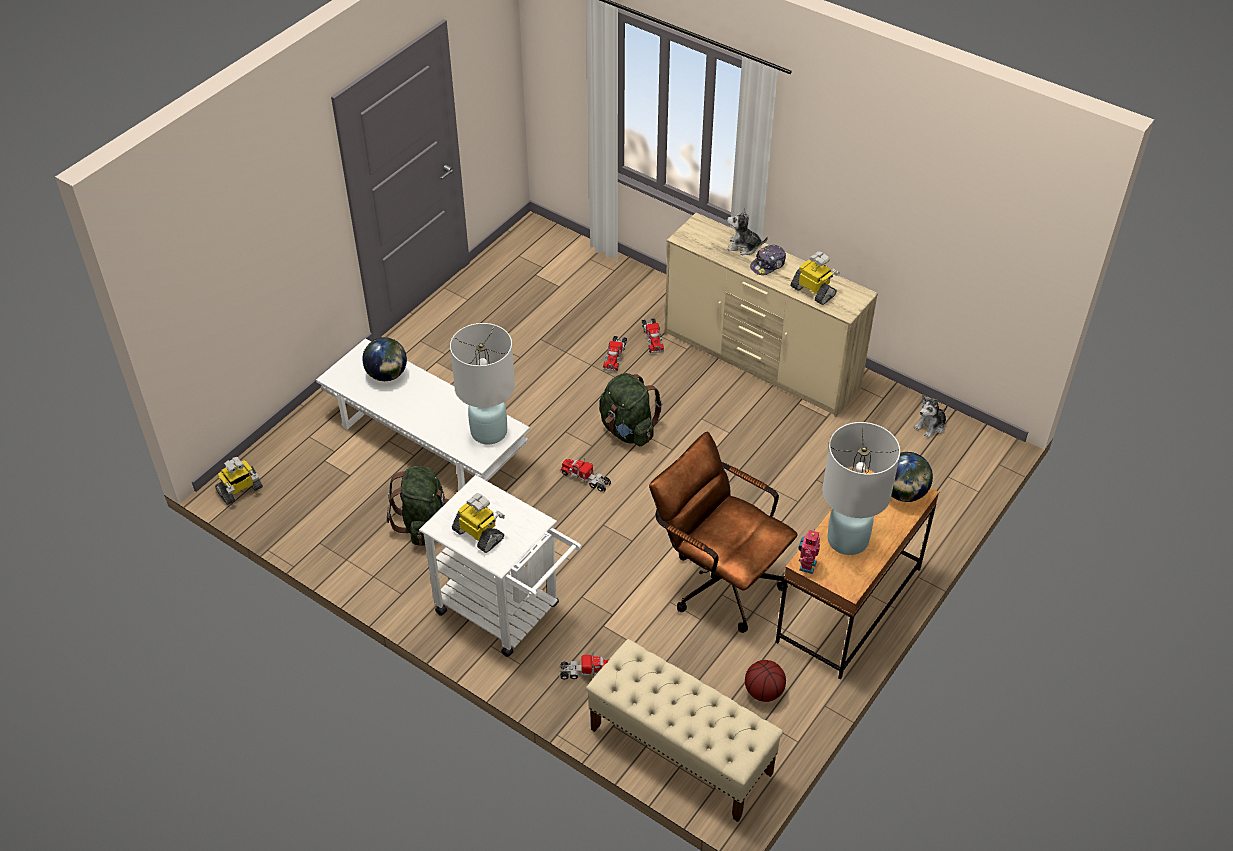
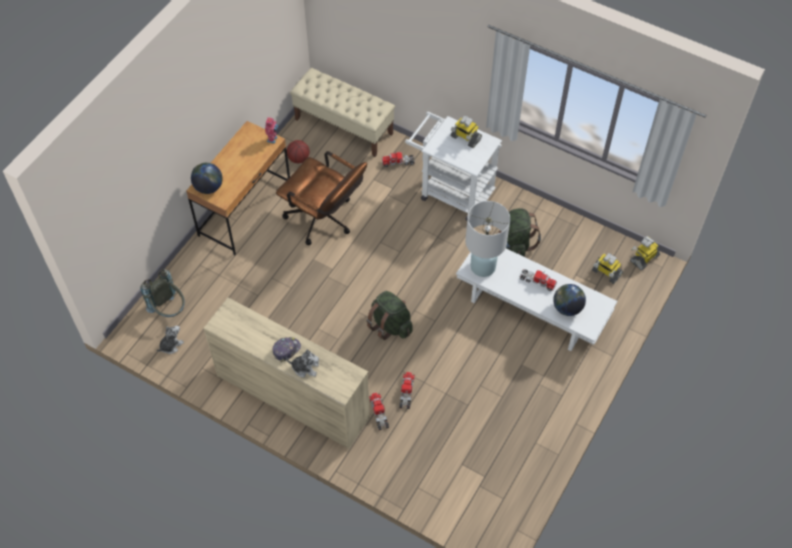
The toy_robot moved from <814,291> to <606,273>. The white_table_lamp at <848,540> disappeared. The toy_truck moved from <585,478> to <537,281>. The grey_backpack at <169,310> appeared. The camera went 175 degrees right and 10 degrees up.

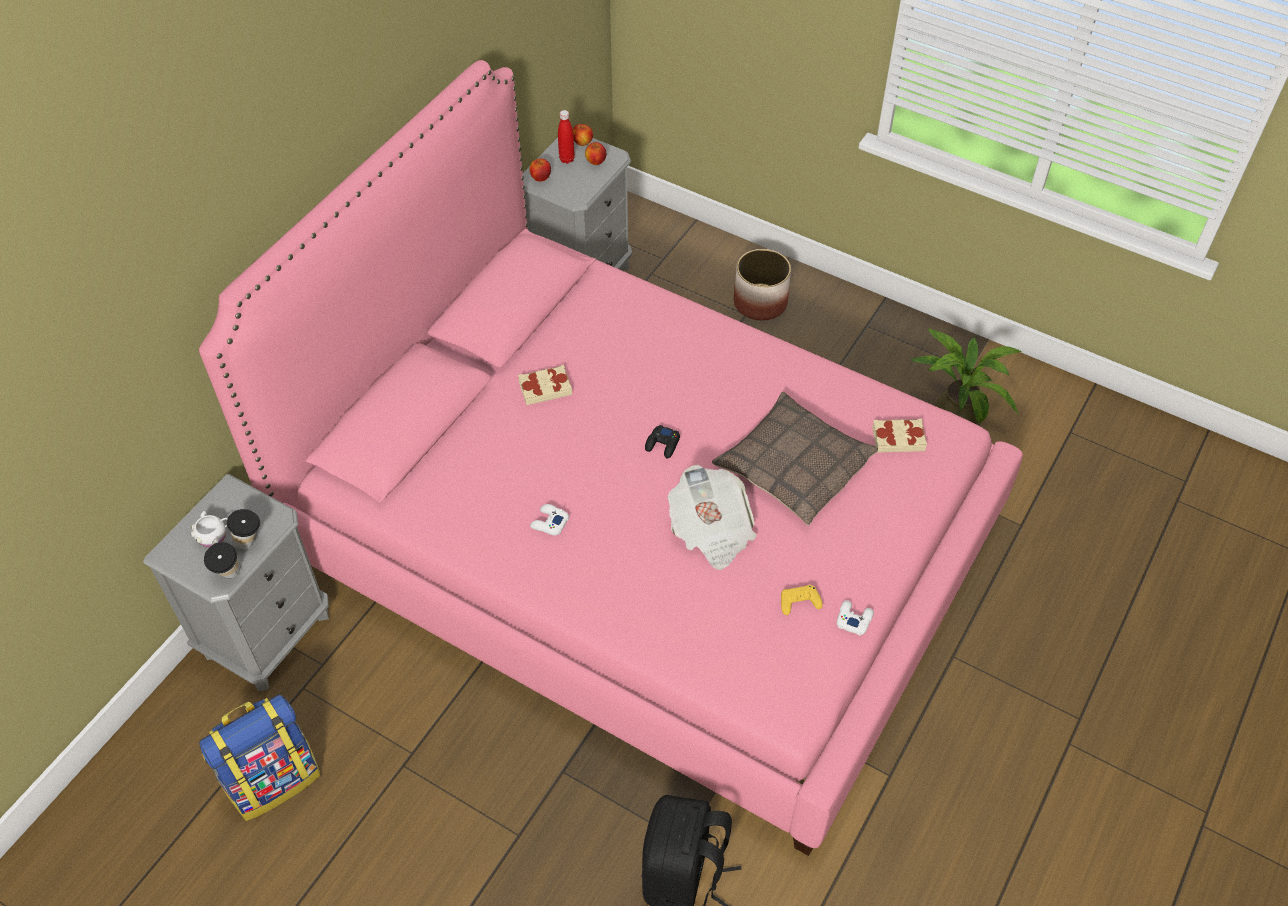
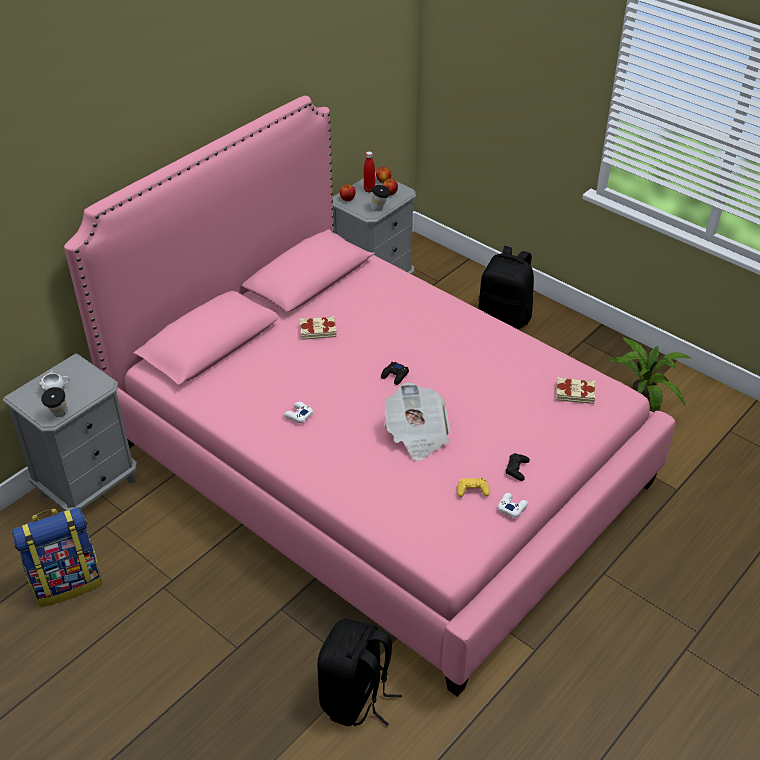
The planter at <761,302> was replaced by the black_backpack at <505,317>. The pillow at <793,467> disappeared. The cup moved from <250,542> to <380,209>. The black_game_controller at <516,469> appeared. The camera went 10 degrees right and 10 degrees down.

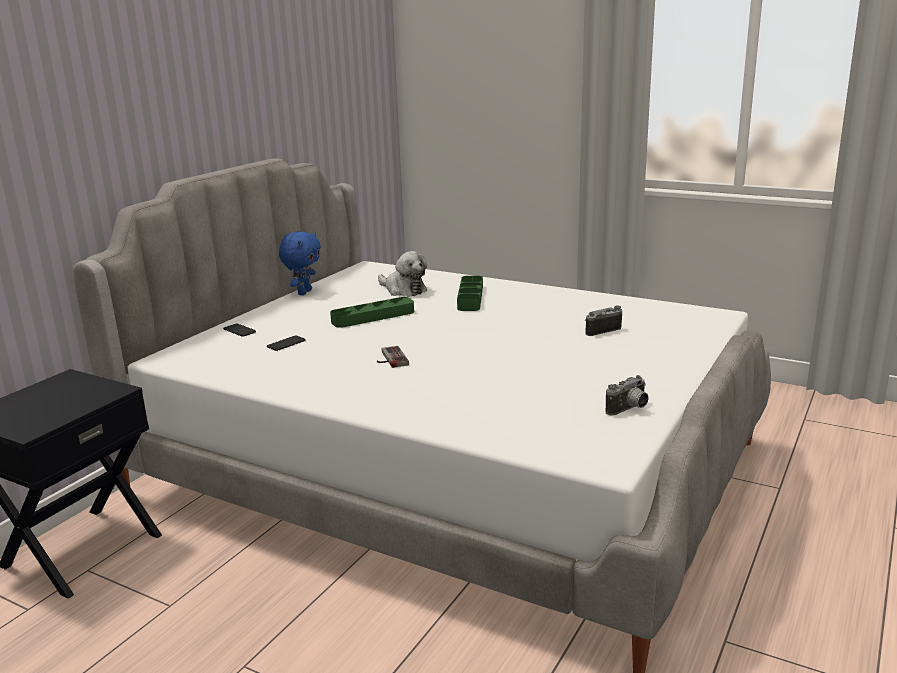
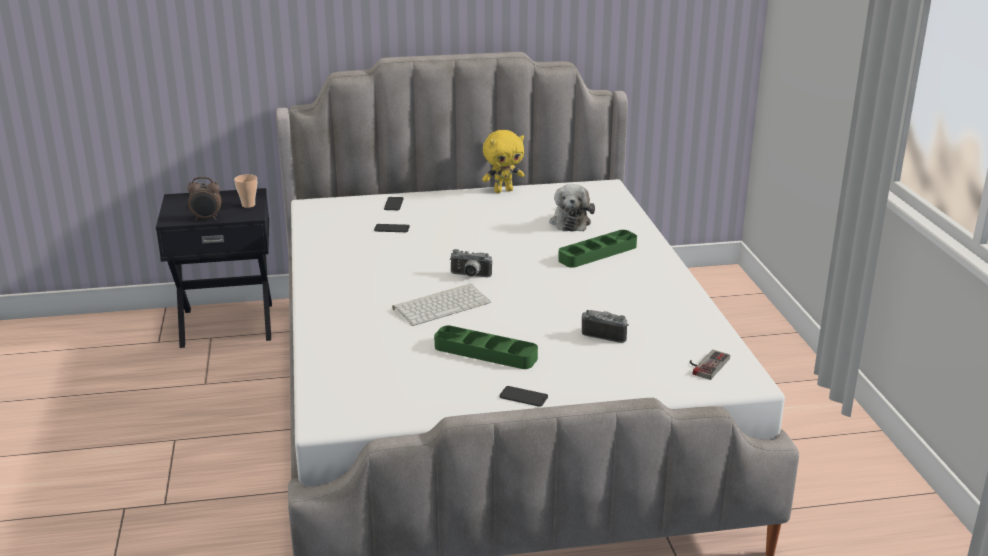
The blue_plush_toy at <304,292> became the yellow_plush_toy at <503,190>. The green_tray moved from <373,317> to <485,353>. The game_controller moved from <389,359> to <705,364>. The photo_camera moved from <629,409> to <470,276>. The cup at <248,205> appeared. The alarm_clock at <206,218> appeared. The keyboard at <442,305> appeared. The phone at <523,397> appeared. The camera went 50 degrees right and 5 degrees up.

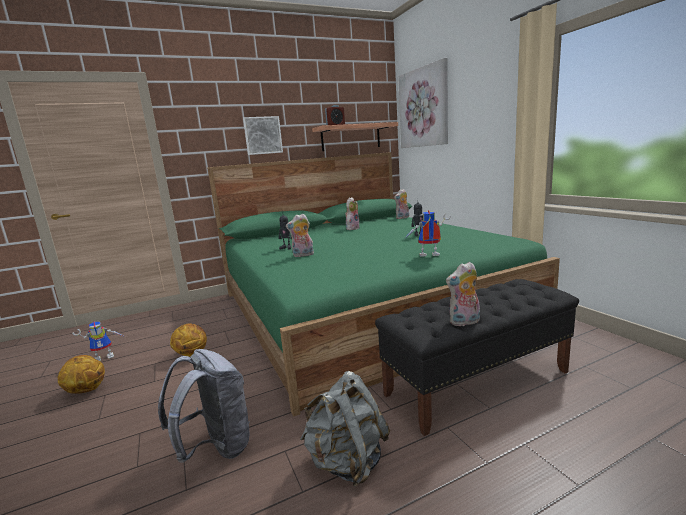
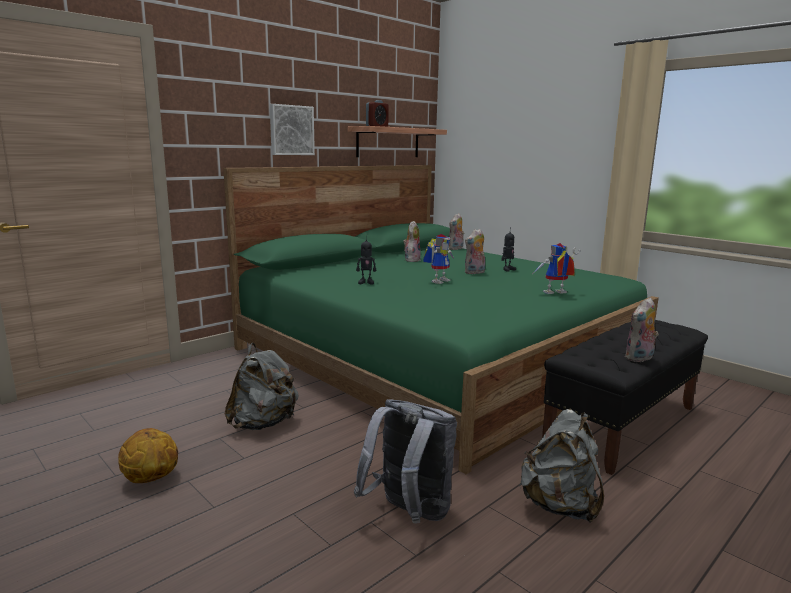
The picture at <423,107> disappeared. The plush_toy moved from <303,255> to <474,272>. The toy_robot moved from <105,356> to <439,281>. The basketball at <192,354> was replaced by the grey_backpack at <263,423>. The camera went 20 degrees left and 0 degrees up.

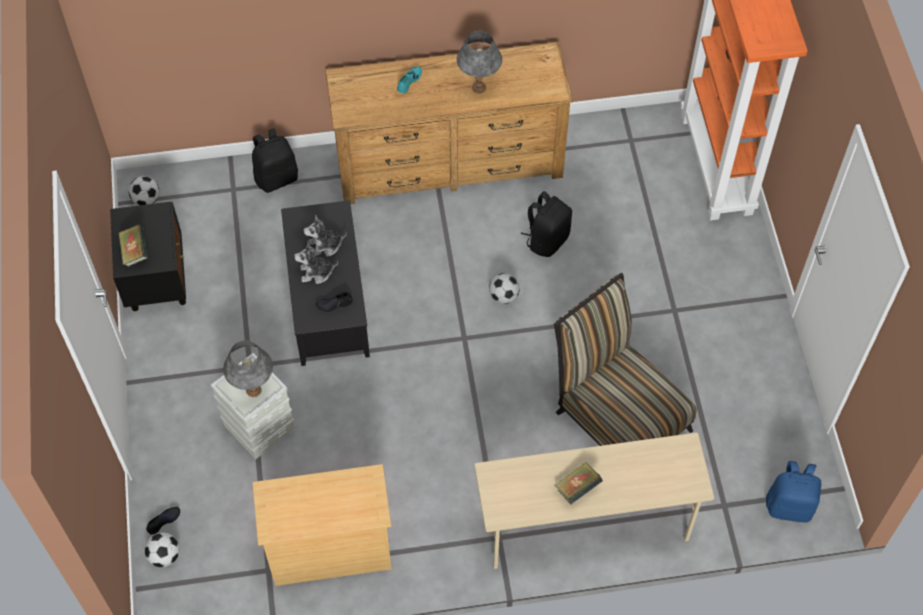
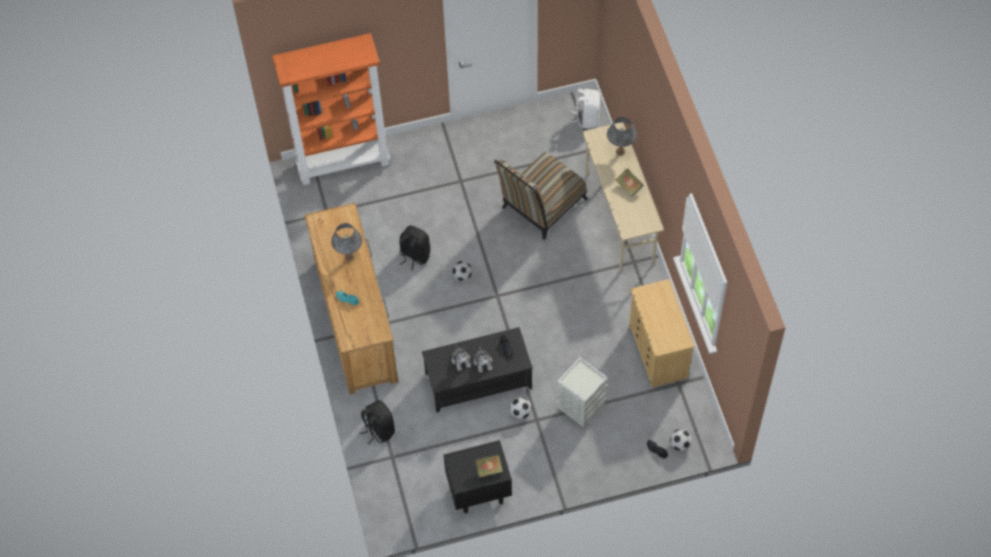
The football moved from <146,199> to <520,412>. The grey_table_lamp moved from <254,390> to <620,151>. The blue_backpack at <790,505> became the white_backpack at <587,118>. The camera went 95 degrees left and 0 degrees up.

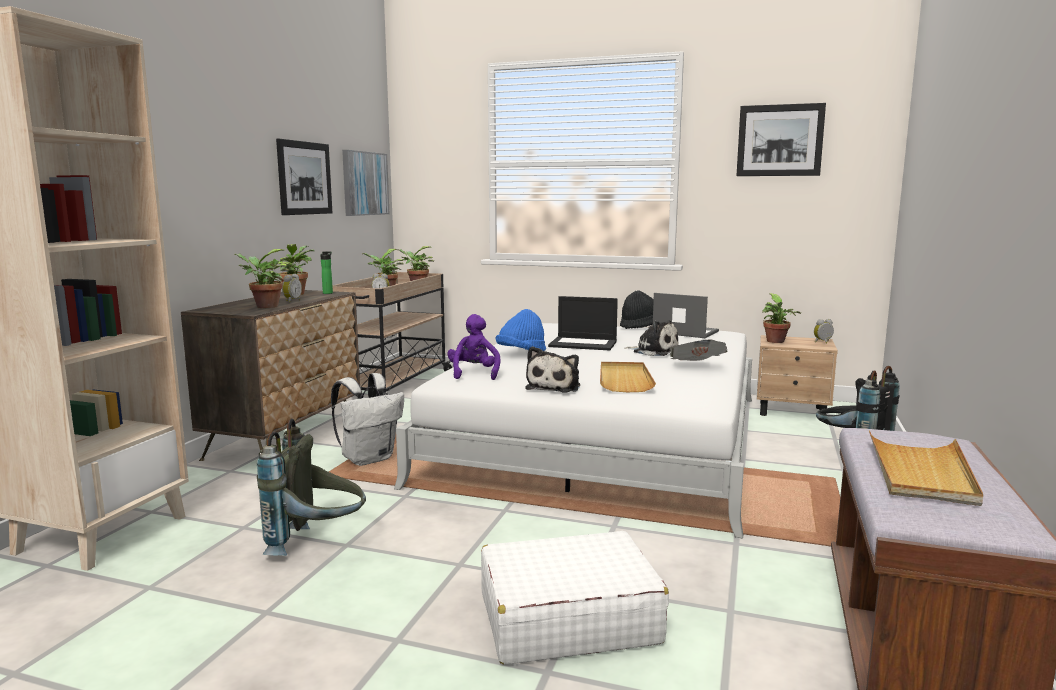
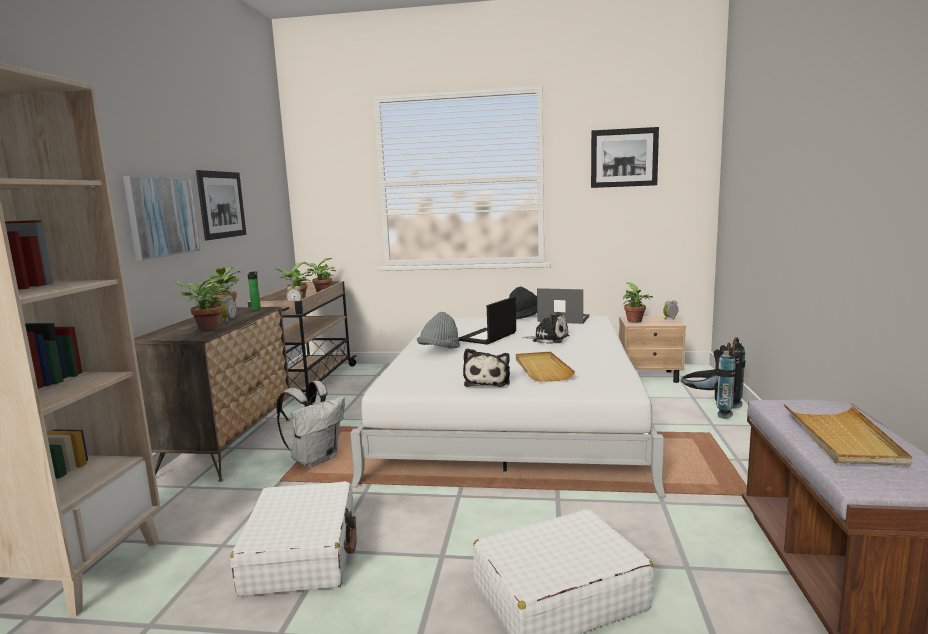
The picture moved from <365,183> to <162,216>. The laptop at <584,344> turned 120 degrees clockwise. The blue_hat at <521,353> became the grey_hat at <439,350>. The purple_plush_toy at <474,374> disappeared. The newspaper at <697,367> disappeared. The grey_backpack at <318,544> was replaced by the white_suitcase at <302,553>. The camera went 10 degrees left and 0 degrees up.

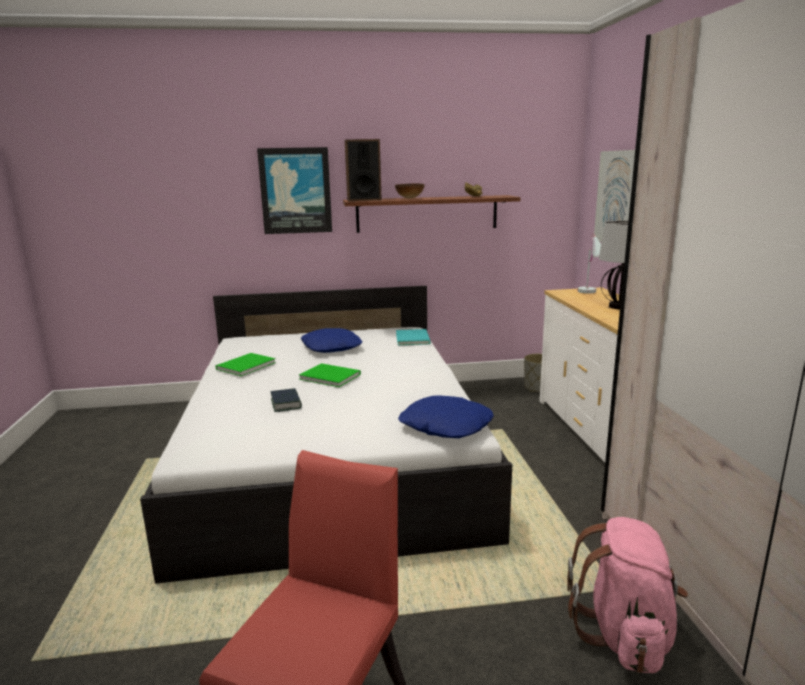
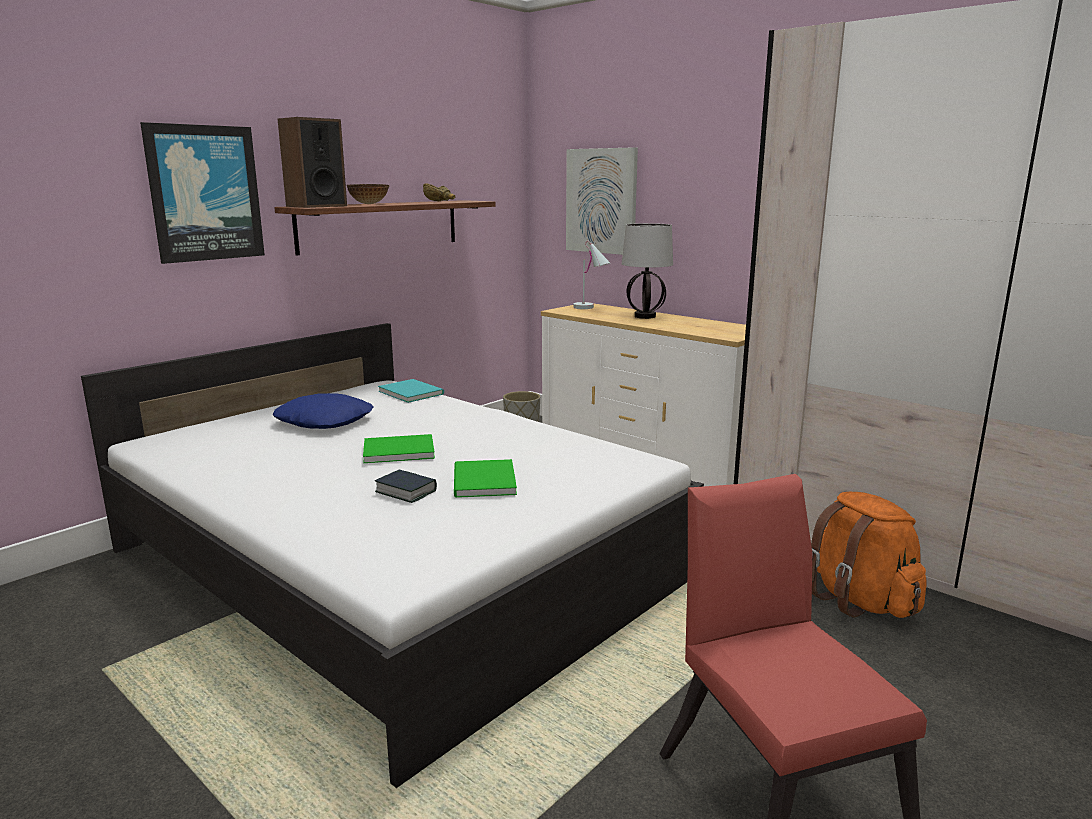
The green_book moved from <244,366> to <482,482>. The blue_pillow at <445,426> disappeared. The pink_backpack at <624,634> became the orange_backpack at <859,601>. The camera went 40 degrees left and 0 degrees up.

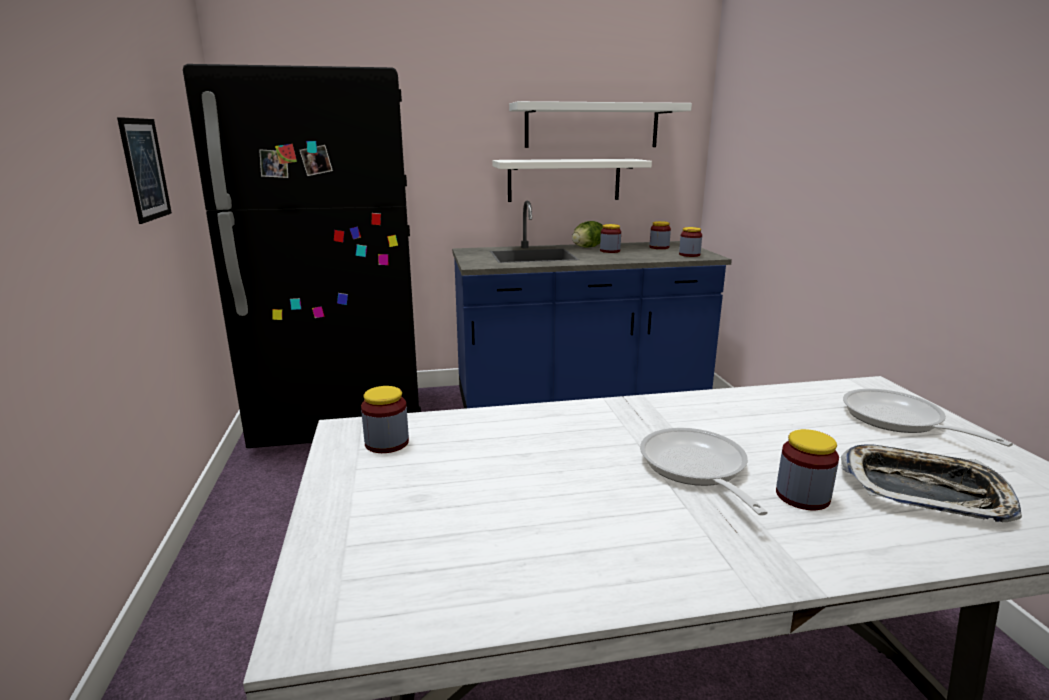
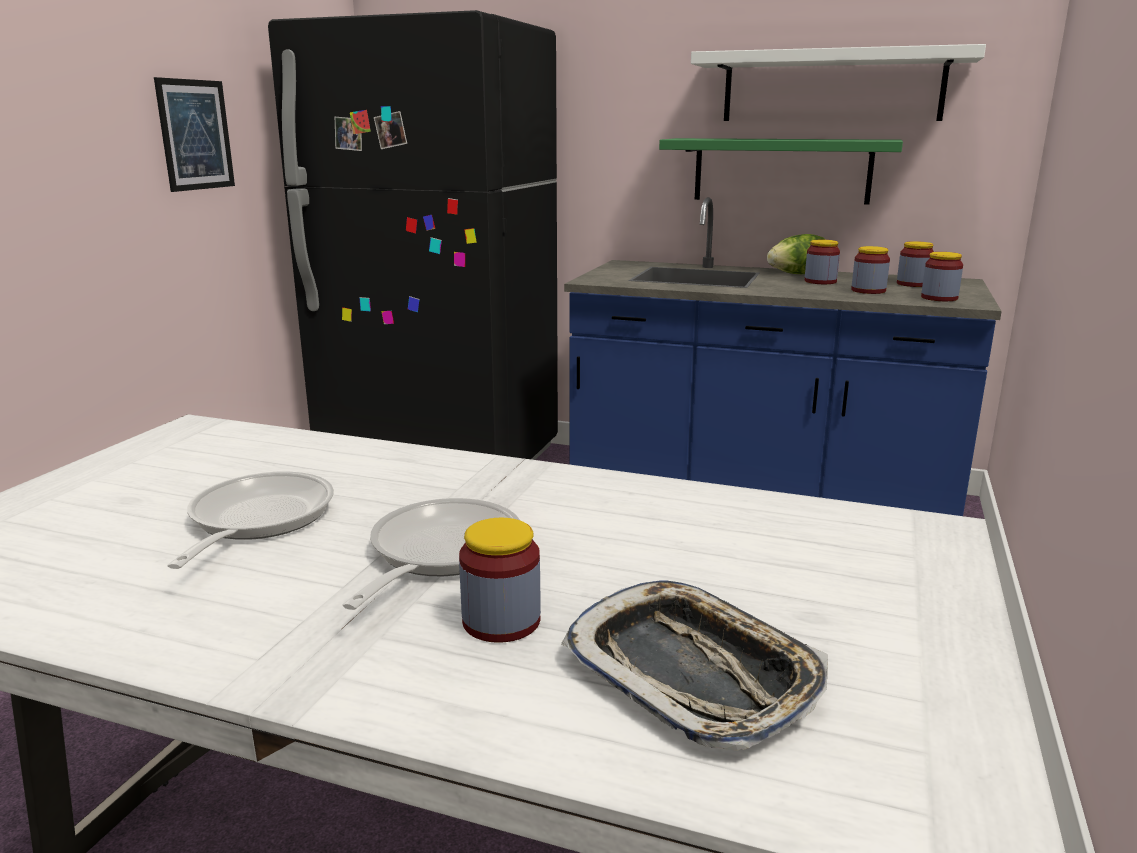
The white_shelf at <564,180> became the green_shelf at <781,170>. The jar moved from <387,443> to <868,291>. The frying_pan moved from <899,420> to <255,521>. The camera went 30 degrees right and 0 degrees up.

